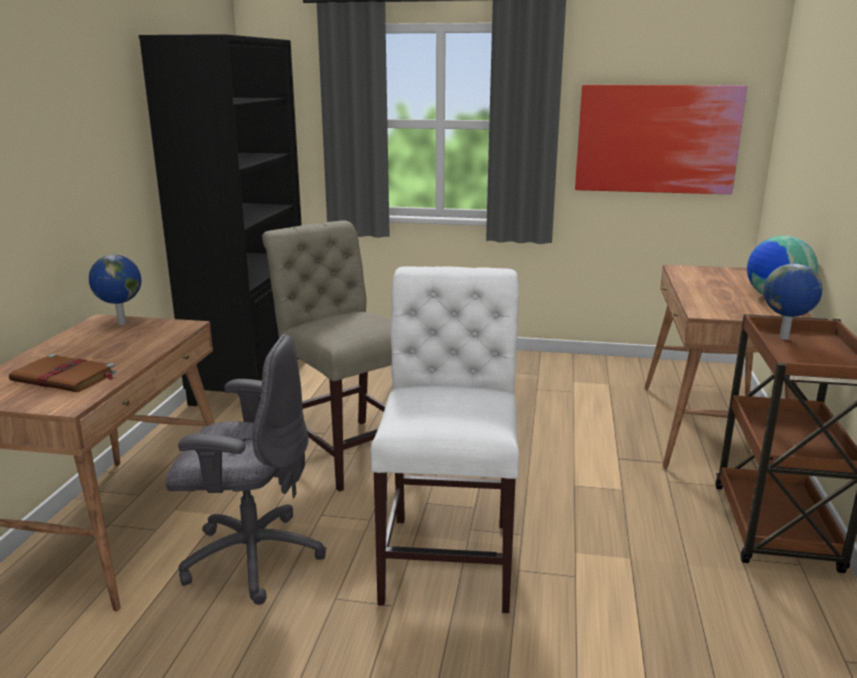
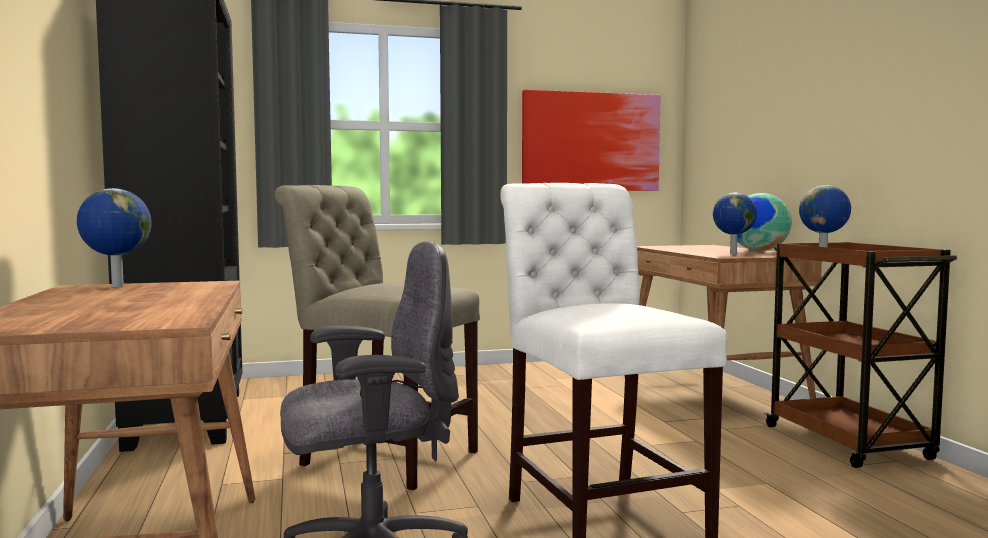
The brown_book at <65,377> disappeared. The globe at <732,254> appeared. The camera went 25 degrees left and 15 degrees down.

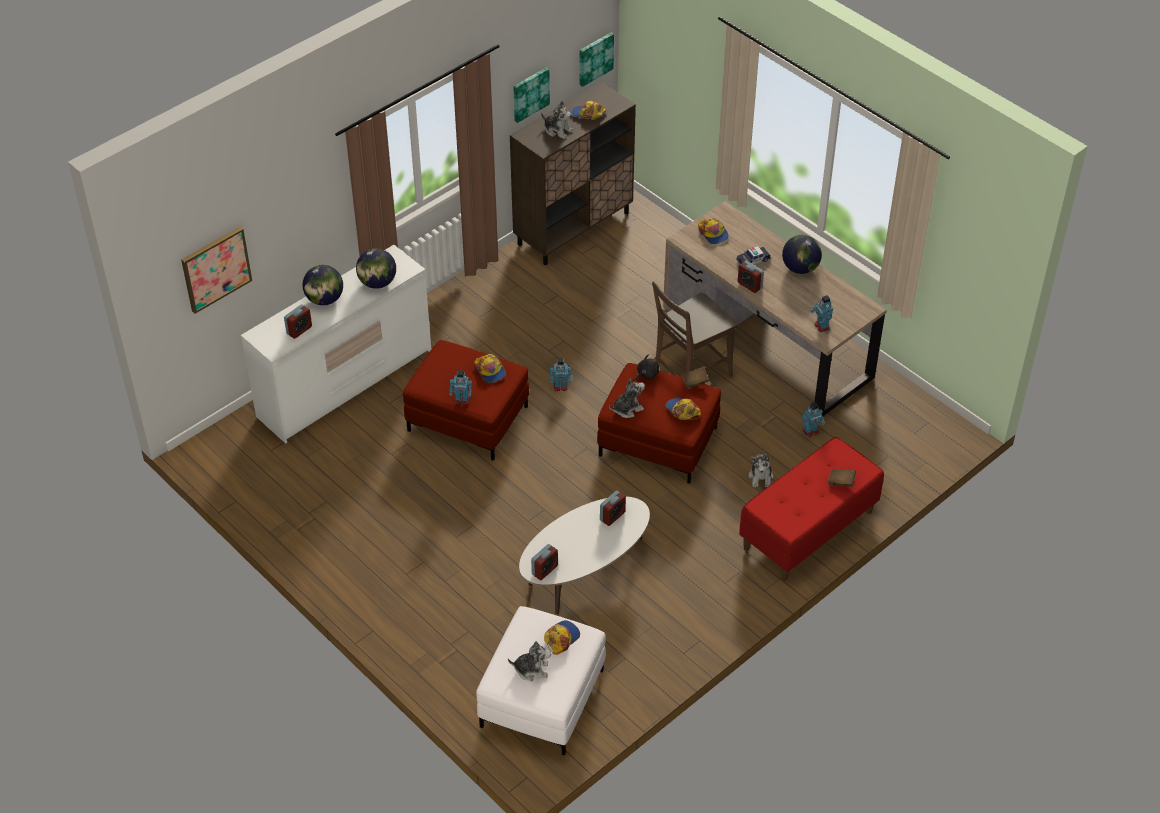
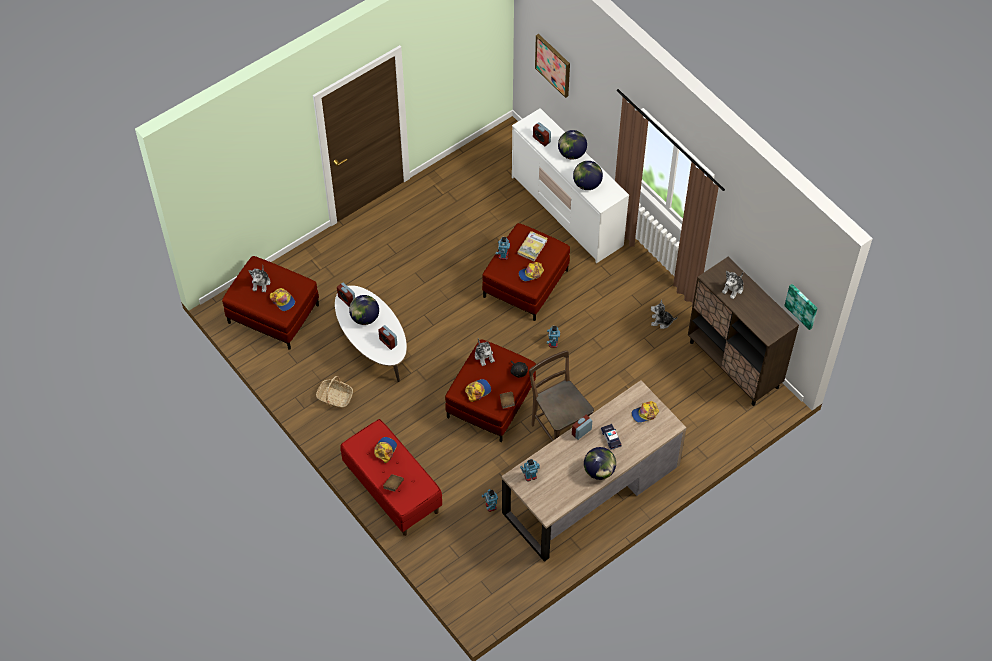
The picture at <530,94> disappeared. The cap moved from <588,114> to <385,450>. The plush_toy moved from <761,477> to <661,321>. The white_ottoman at <542,697> became the red_ottoman at <274,314>. The book at <532,247> appeared. The globe at <364,318> appeared. The basket at <335,397> appeared. The camera went 95 degrees right and 10 degrees up.

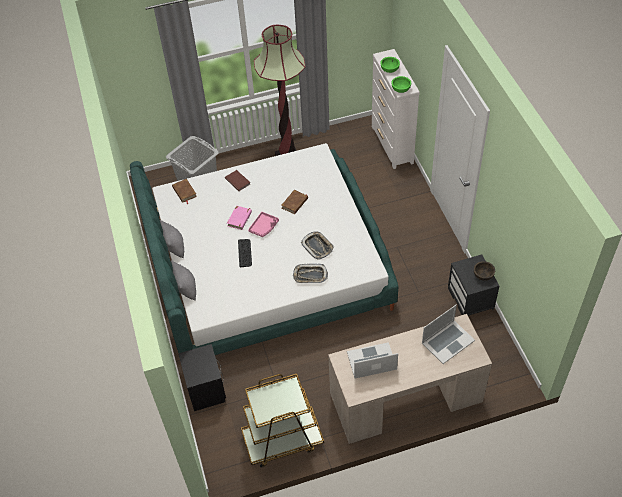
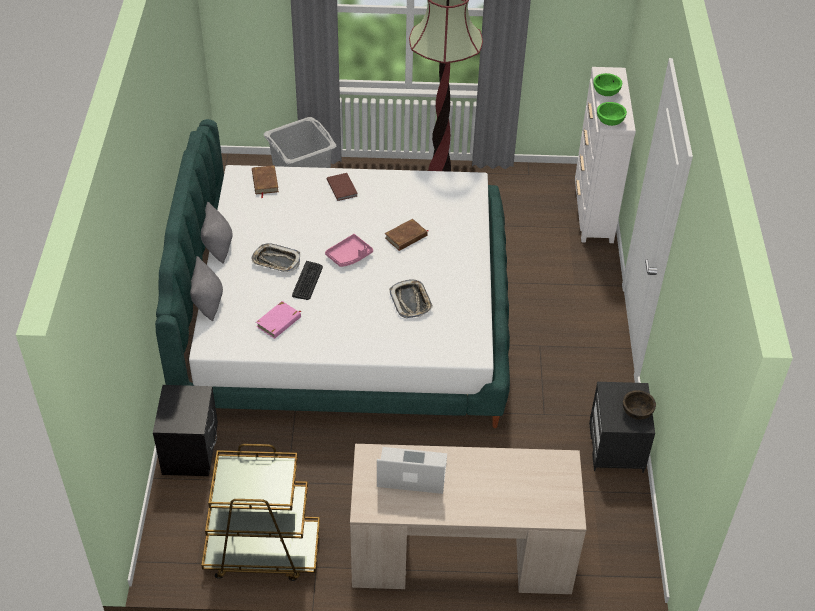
The pink_book moved from <239,219> to <279,322>. The tray moved from <310,275> to <276,261>. The laptop at <447,341> disappeared. The camera went 15 degrees right and 5 degrees down.

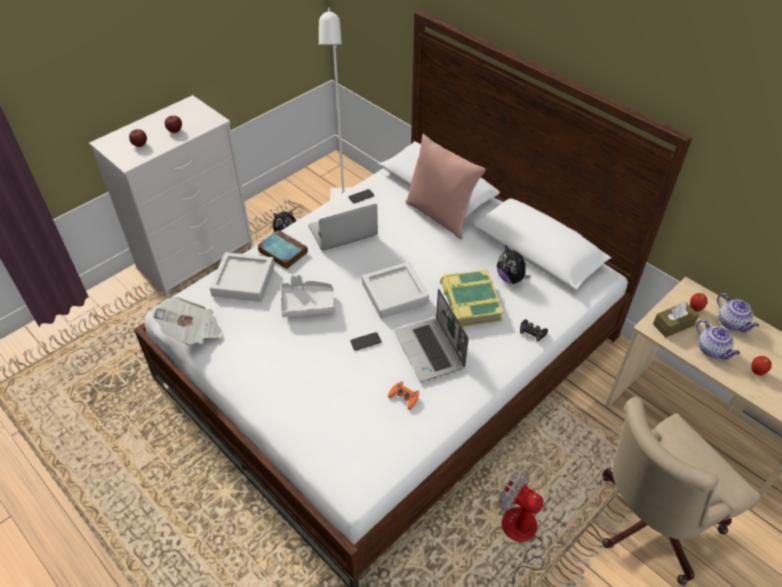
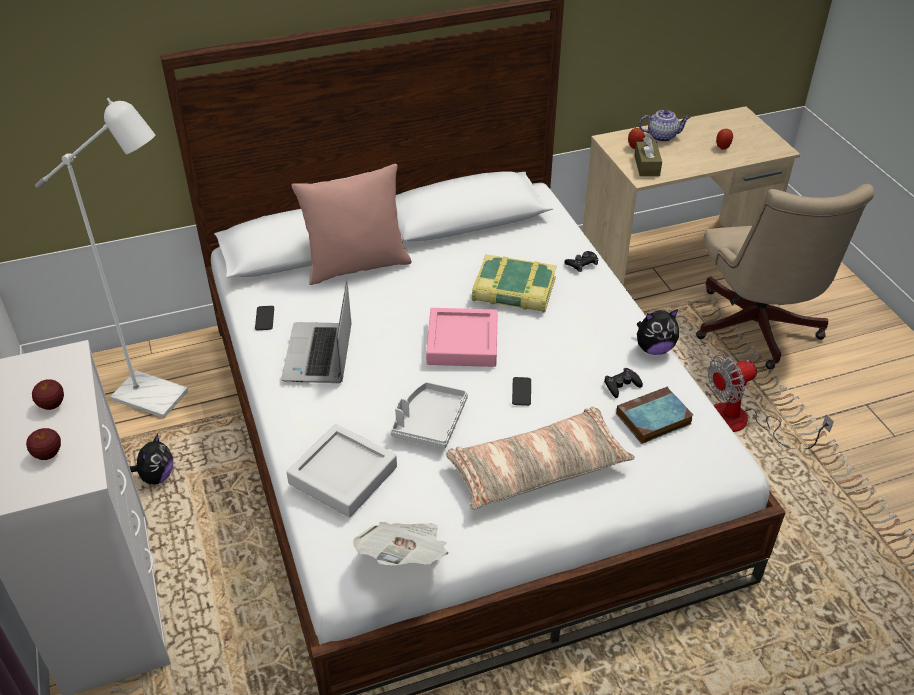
The book moved from <282,251> to <652,420>. The plush_toy moved from <510,278> to <654,348>. The grey_tray at <394,294> became the pink_tray at <462,343>. The laptop at <430,351> disappeared. The teapot at <712,350> disappeared. The orange_game_controller at <404,397> became the black_game_controller at <621,385>. The pillow at <537,469> appeared. The camera went 65 degrees left and 5 degrees down.

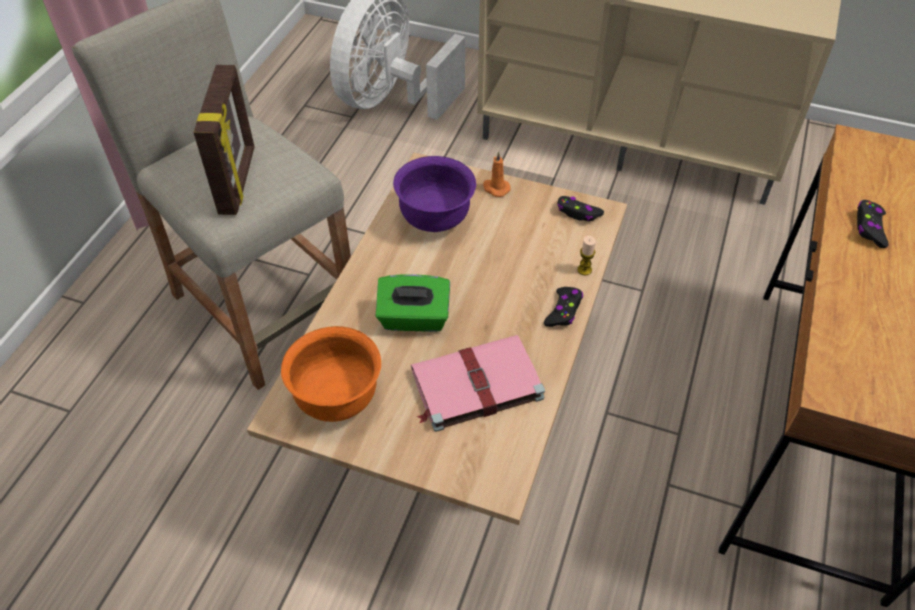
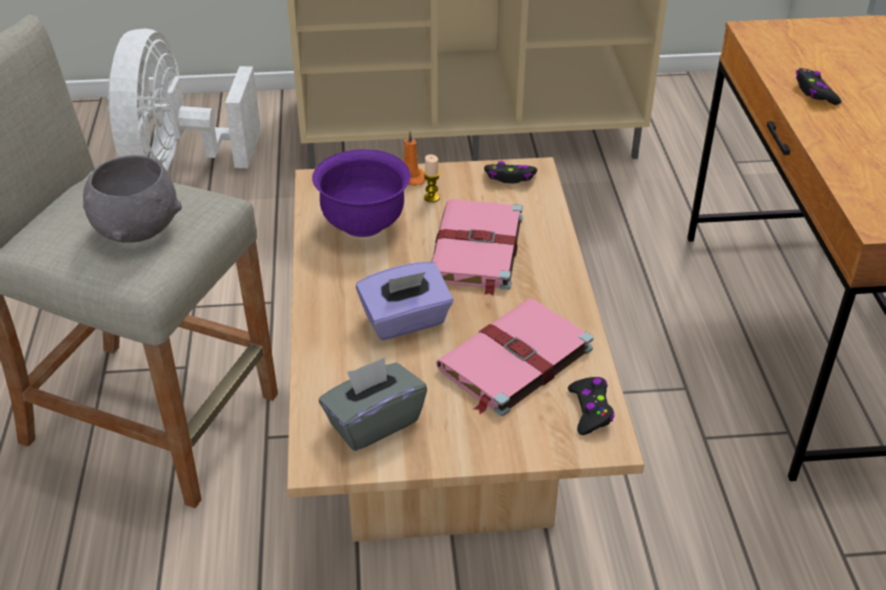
The picture_frame at <239,181> was replaced by the grey_bowl at <135,229>. The candle moved from <584,270> to <431,197>. The green_tissue_box at <414,319> became the purple_tissue_box at <405,321>. The black_game_controller moved from <563,311> to <590,410>. The orange_bowl at <337,399> was replaced by the grey_tissue_box at <373,422>. The pink_book at <476,249> appeared. The camera went 25 degrees left and 10 degrees down.

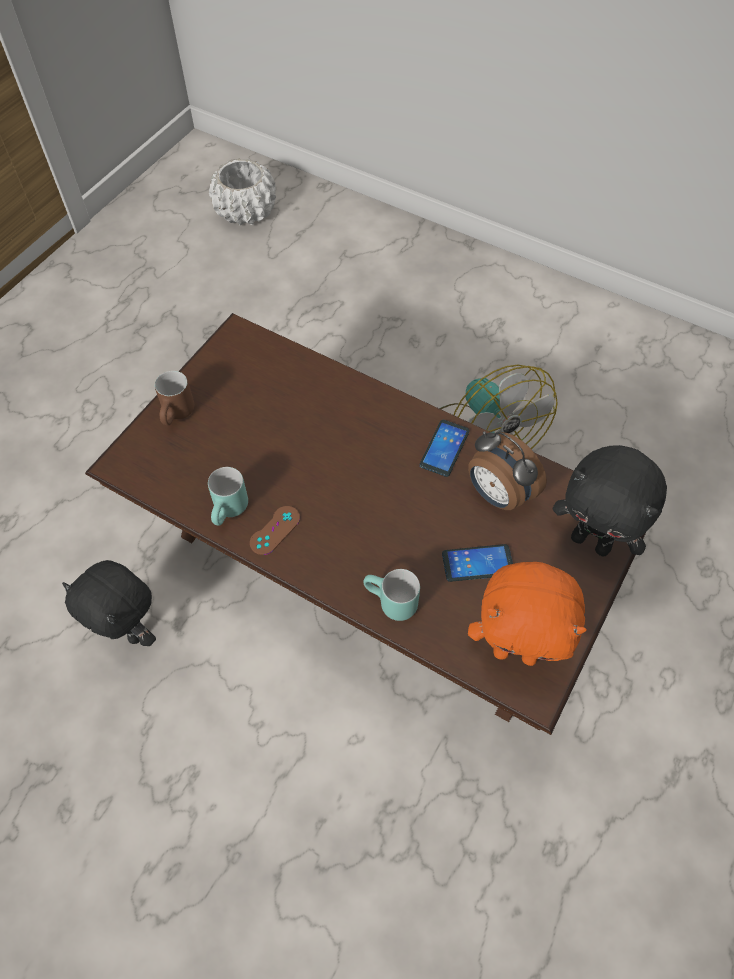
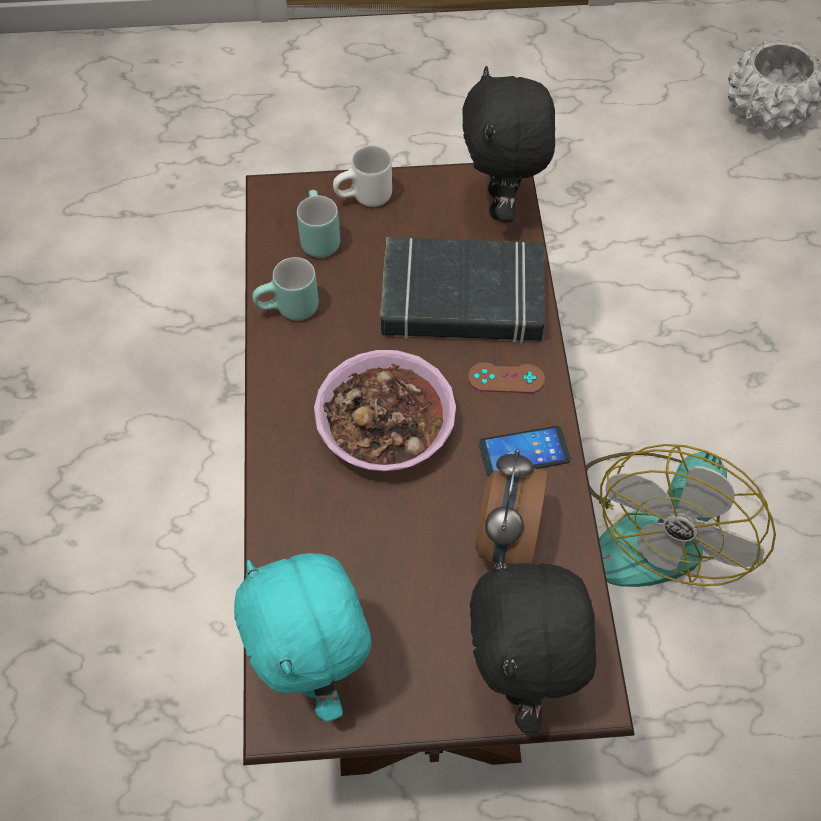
The brown_mug at <179,415> became the white_mug at <365,199>. The brown_game_controller moved from <275,530> to <506,378>. The phone at <477,563> disappeared. The black_plush_toy moved from <131,630> to <502,205>. The orange_plush_toy at <515,652> became the turquoise_plush_toy at <315,670>. The turquoise_mug moved from <389,604> to <316,237>. The black_book at <462,299> appeared. The bowl at <385,427> appeared. The camera went 55 degrees right and 0 degrees up.

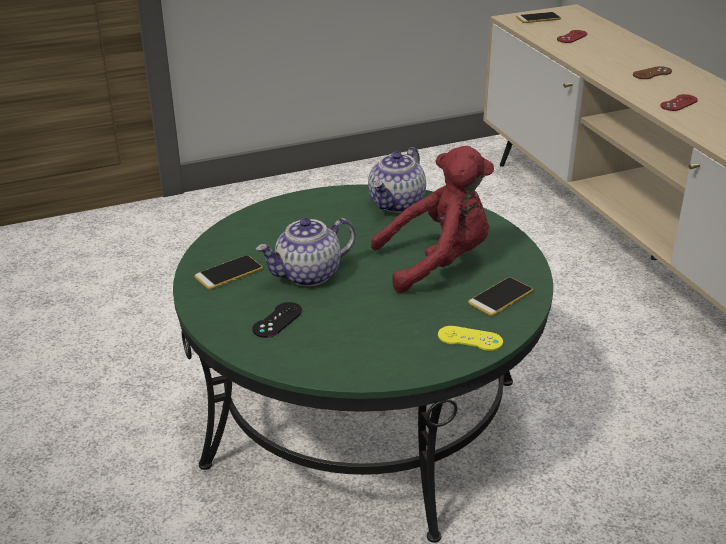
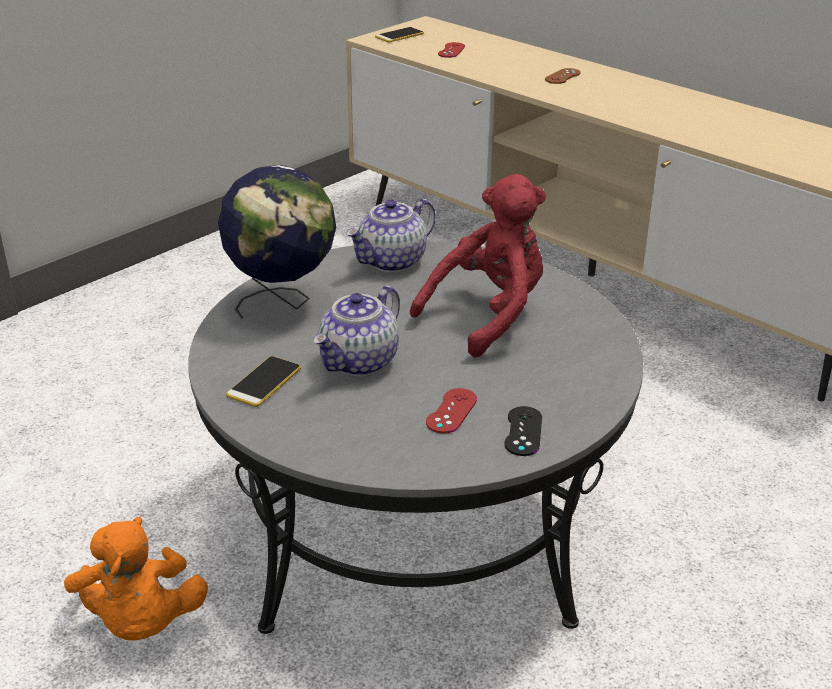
The red_game_controller moved from <679,103> to <451,411>. The teapot at <397,204> turned 45 degrees clockwise. The green_coffee_table at <364,421> became the grey_coffee_table at <415,522>. The phone at <500,297> disappeared. The black_game_controller moved from <277,320> to <523,431>. The yellow_game_controller at <470,339> disappeared. The globe at <282,302> appeared. The orange_plush_toy at <141,622> appeared. The camera went 25 degrees left and 0 degrees up.

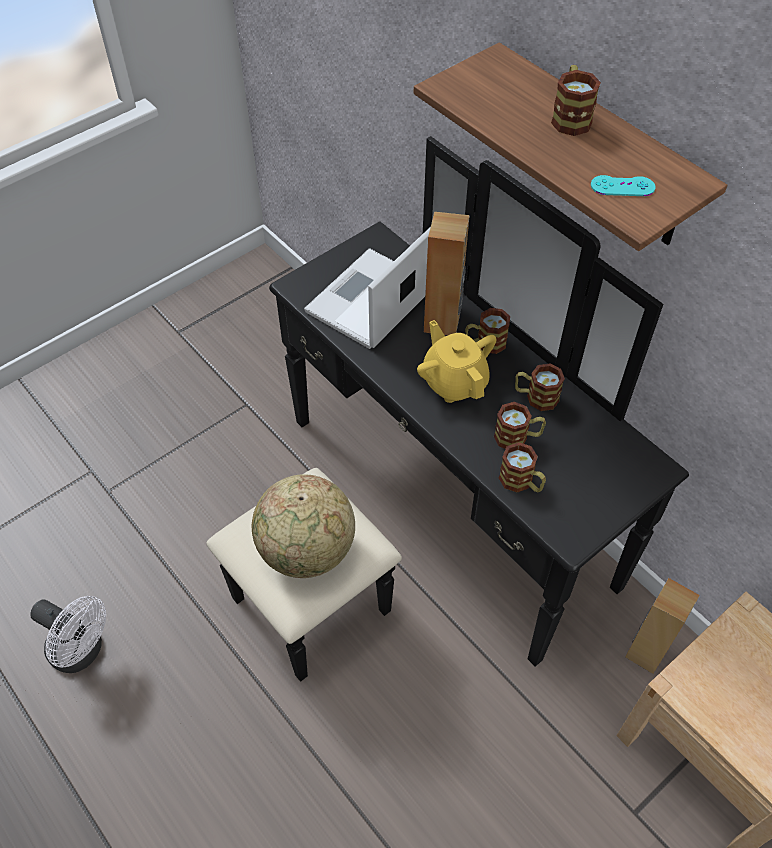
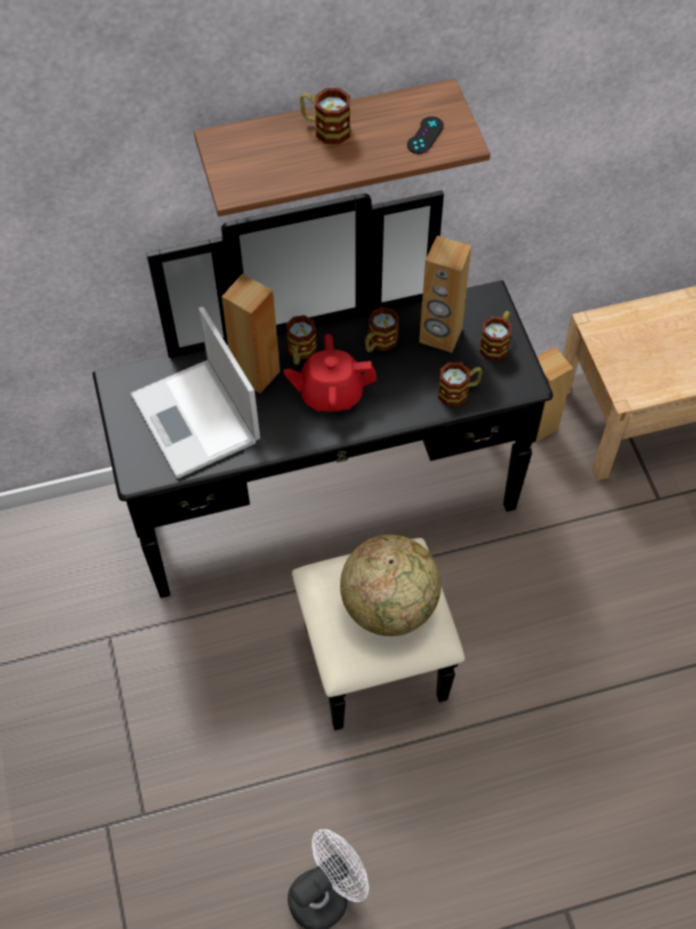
The turquoise_game_controller at <622,186> became the black_game_controller at <425,135>. The yellow_teapot at <454,382> became the red_teapot at <331,394>. The mug moved from <517,437> to <496,343>. The brown_speaker at <440,336> appeared. The camera went 65 degrees left and 5 degrees up.

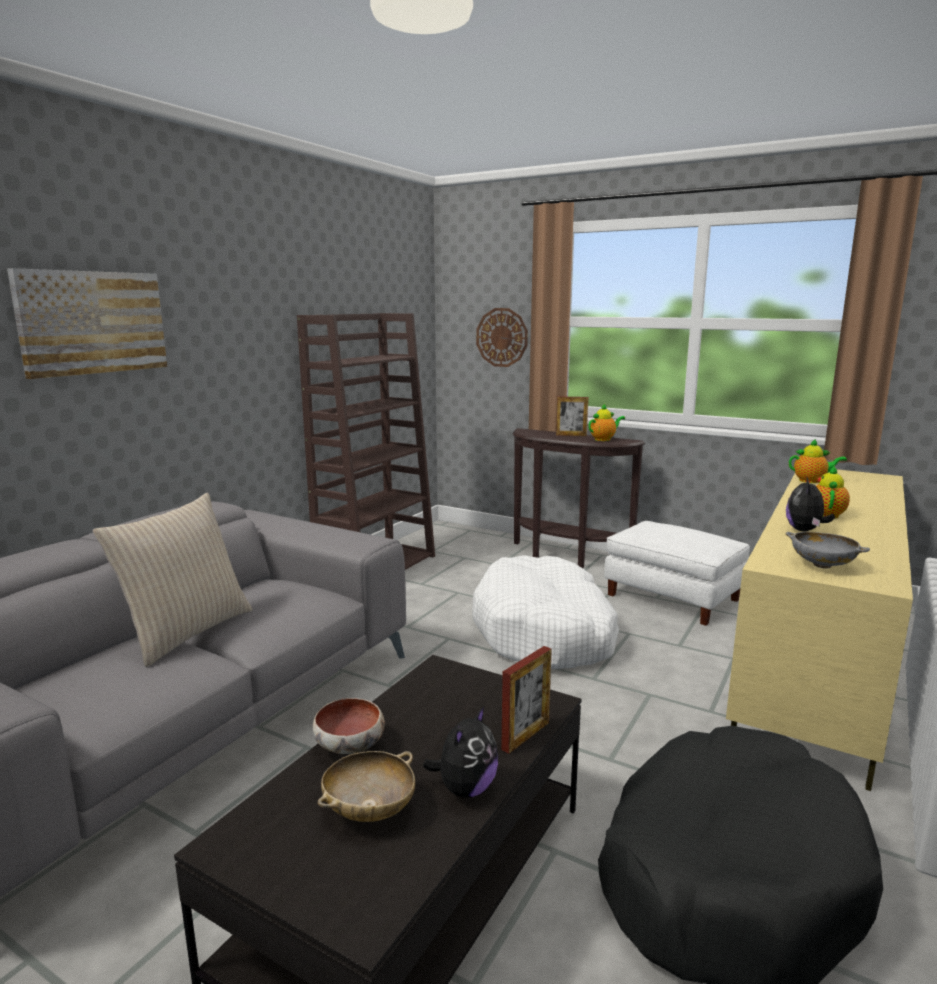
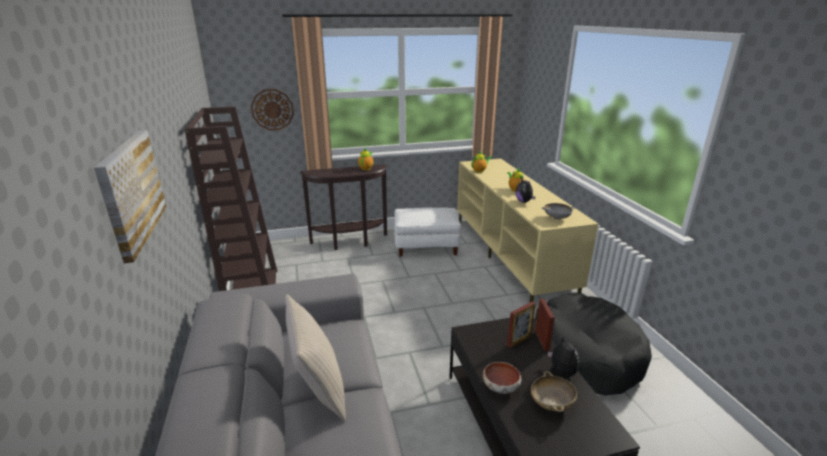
The picture_frame moved from <571,435> to <519,340>. The white_dog_bed at <545,632> disappeared. The camera went 45 degrees left and 10 degrees up.

